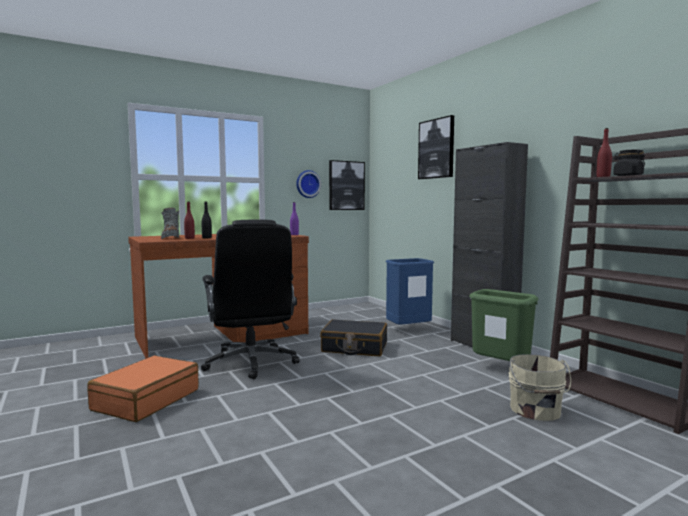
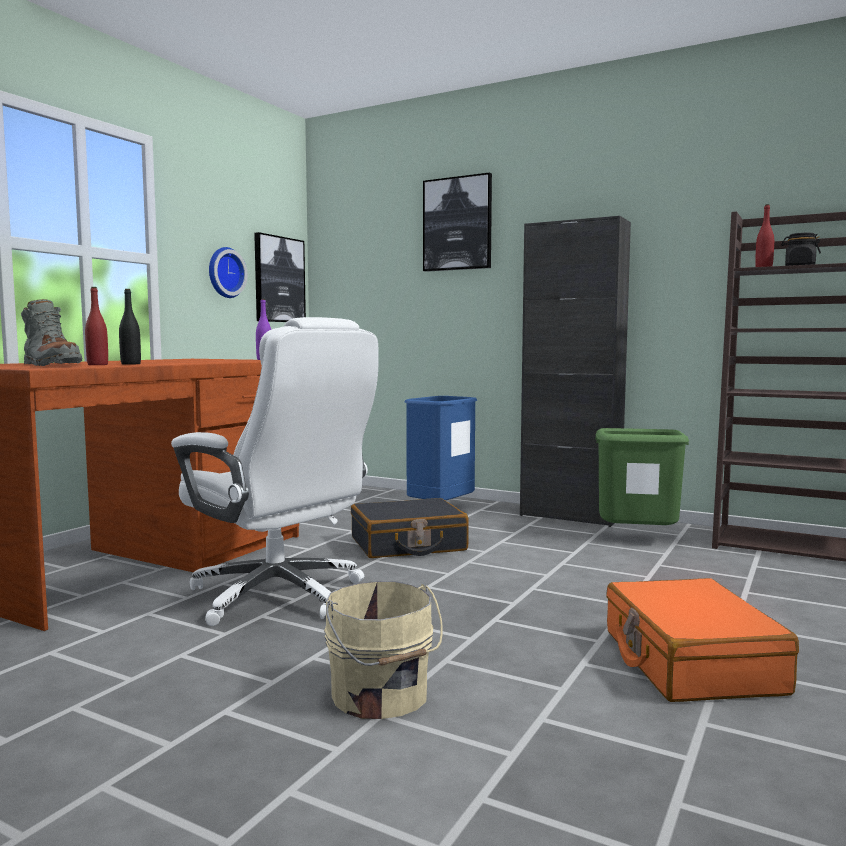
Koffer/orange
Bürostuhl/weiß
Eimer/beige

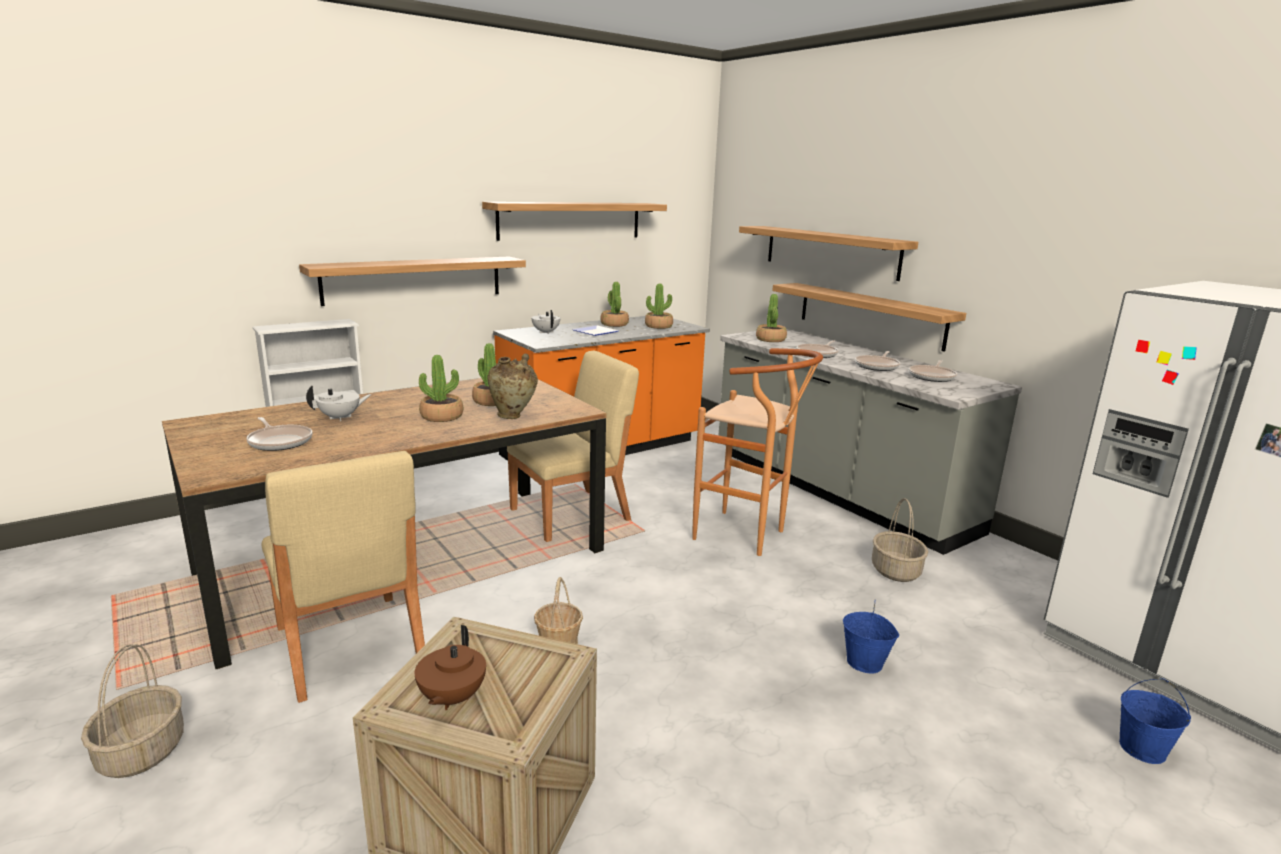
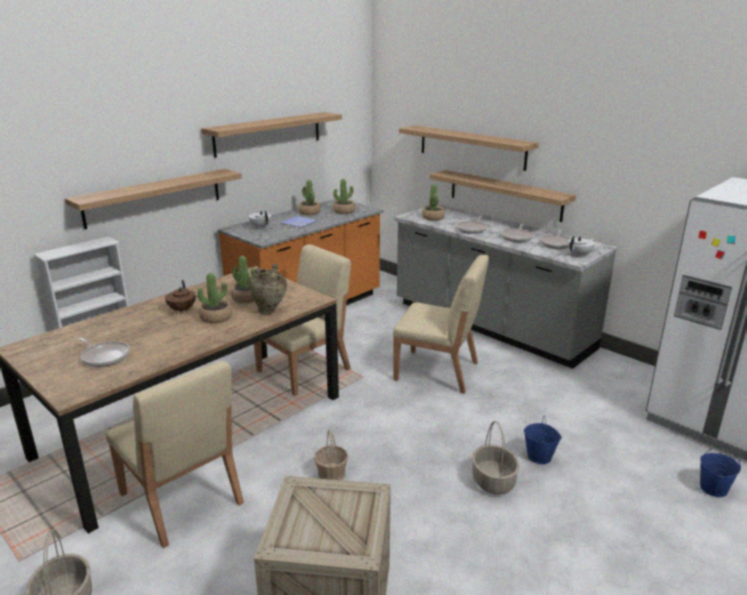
Teekanne/weiß (no. 2 from left)
Teekanne/braun
Stuhl/beige (no. 3 from left)
Korb (no. 3 from left)

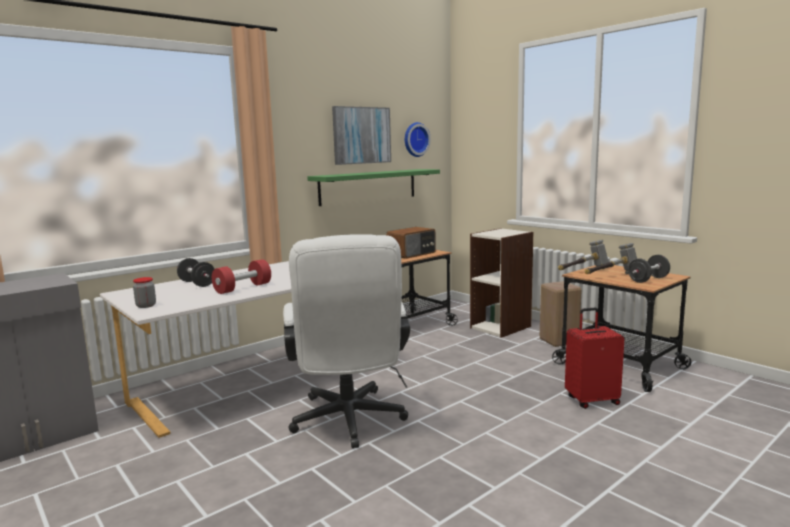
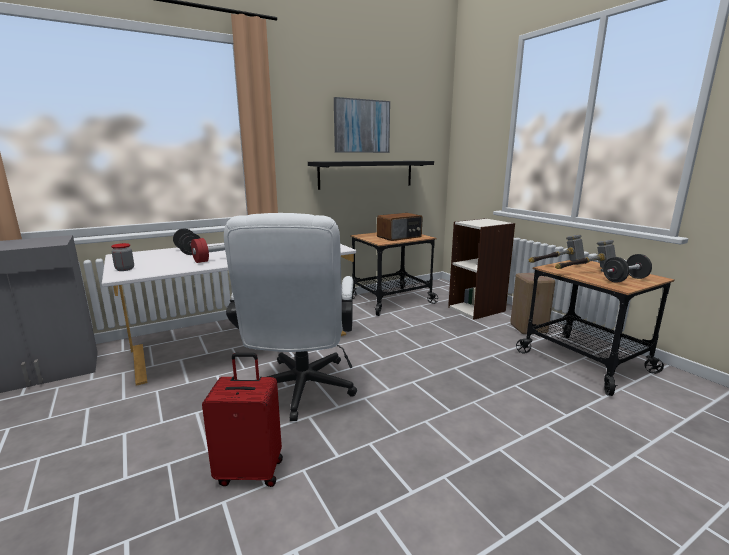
Wandregal/schwarz
Wanduhr
Koffer/rot

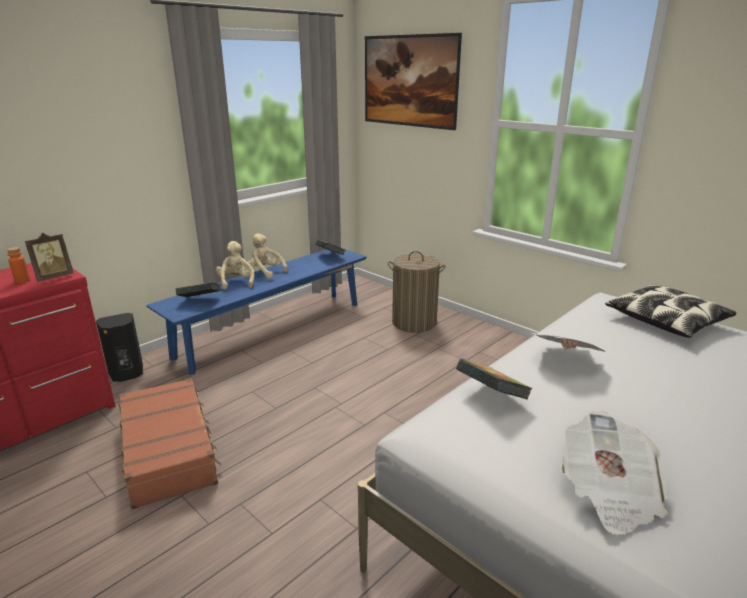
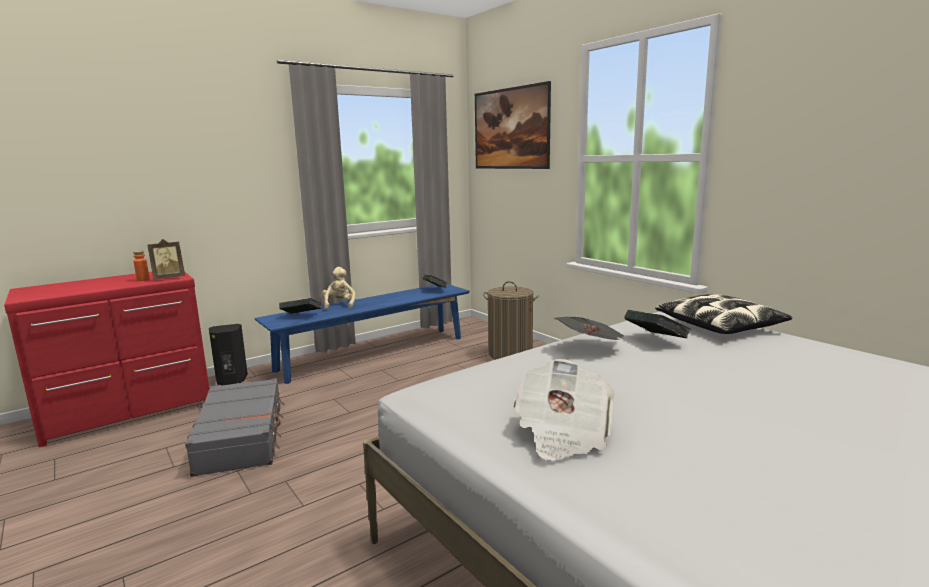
Koffer/grau
Plüschtier/beige (no. 2 from left in the first image)
Buch (no. 3 from left)

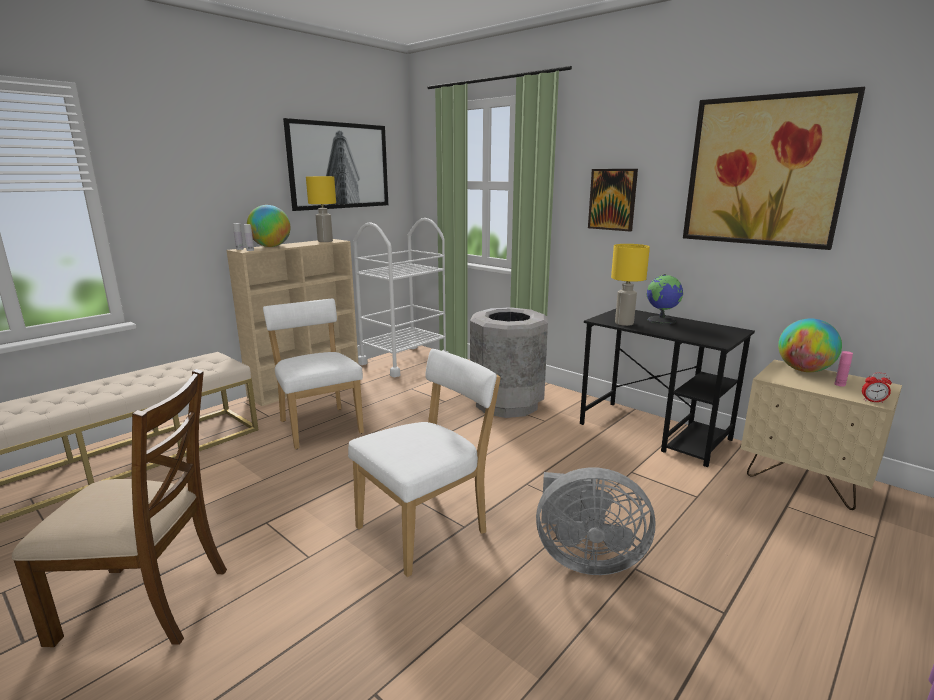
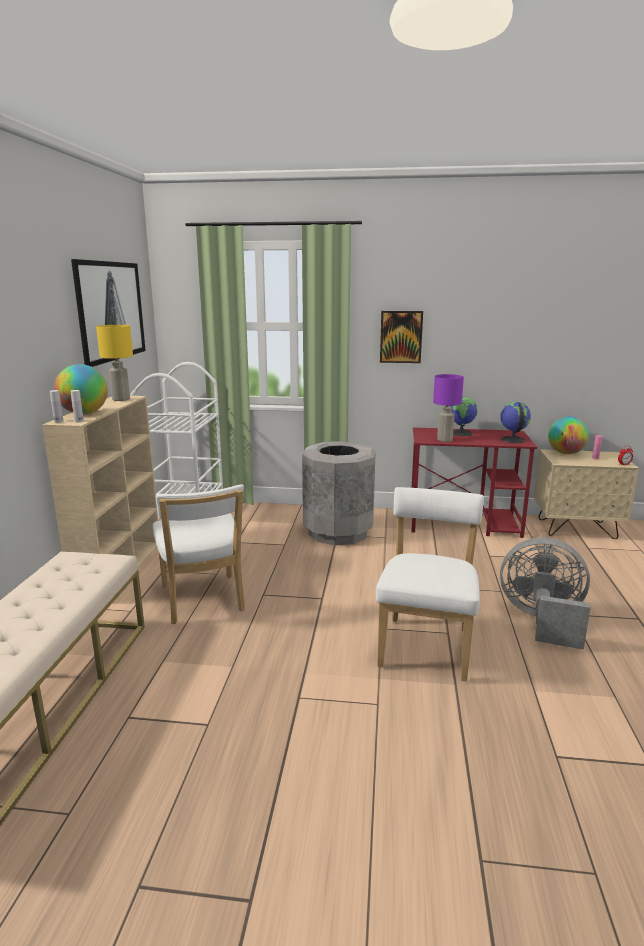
Stuhl/braun
Stuhl/weiß (no. 1 from left)
Ventilator/grau
Schreibtisch/rot
Tischlampe/lila
Bild (no. 3 from left in the first image)
Globus (no. 3 from left)

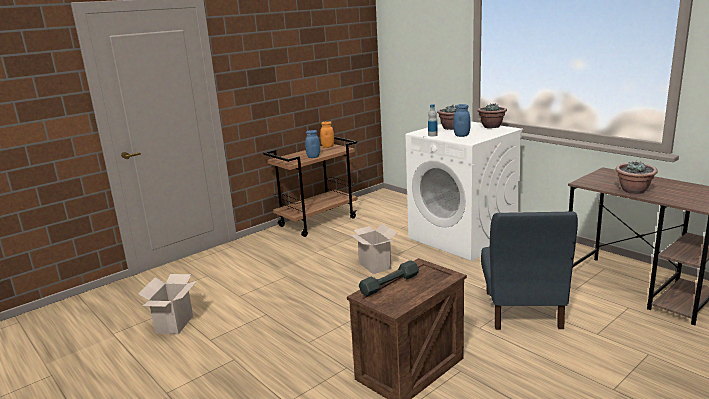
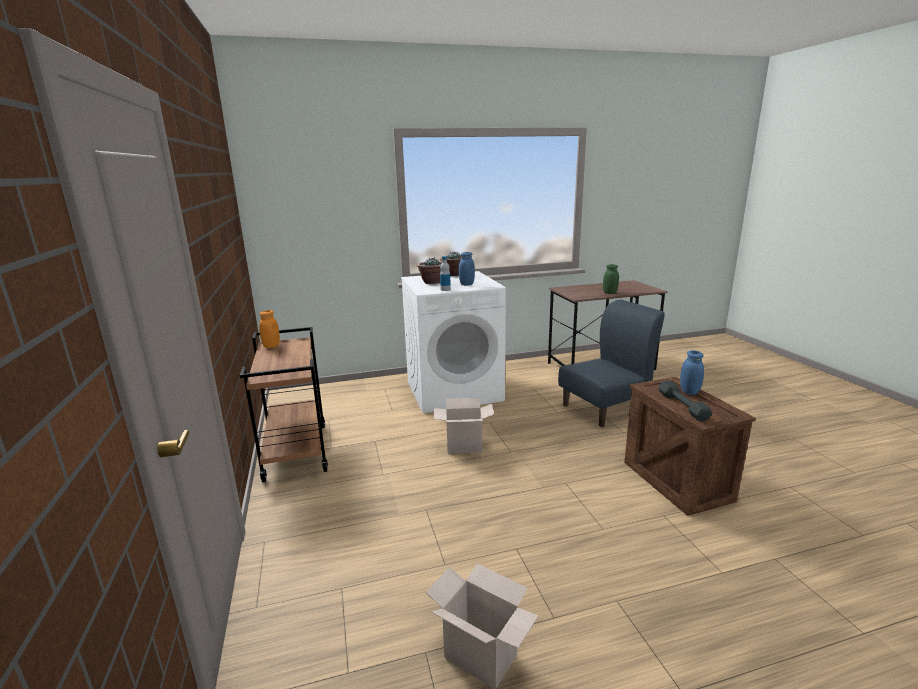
Vorratsglas/blau (no. 2 from left)
Stuhl/blau
Vorratsglas/grün

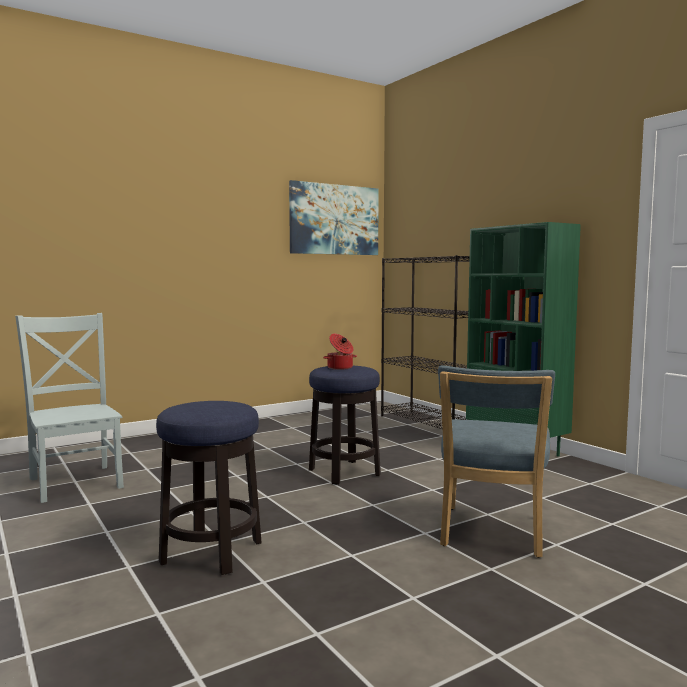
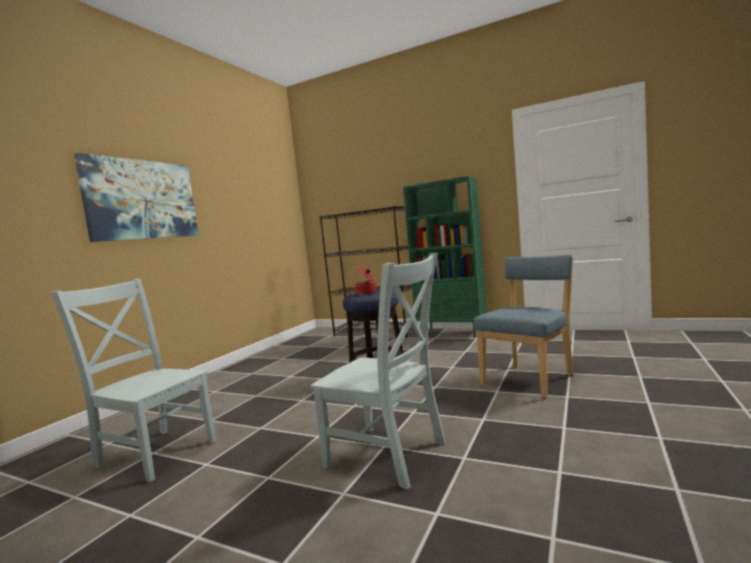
Stuhl/grau (no. 2 from left)
Bild
Stuhl/blau

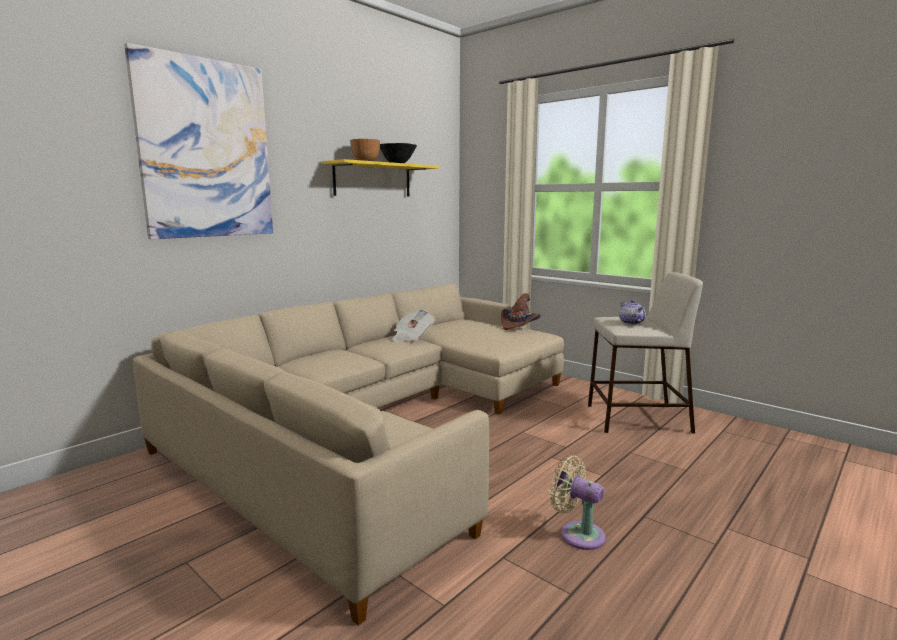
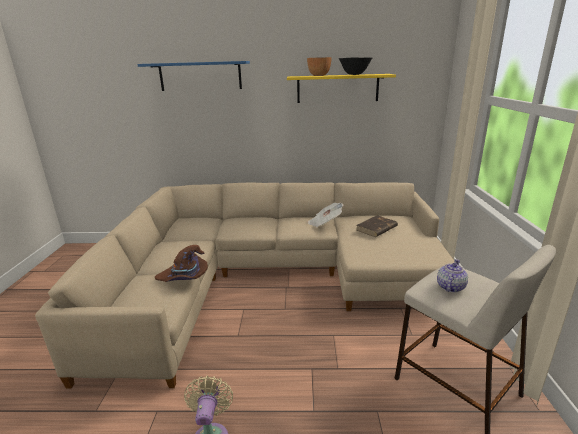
Wandregal/blau
Hut/braun
Buch/braun

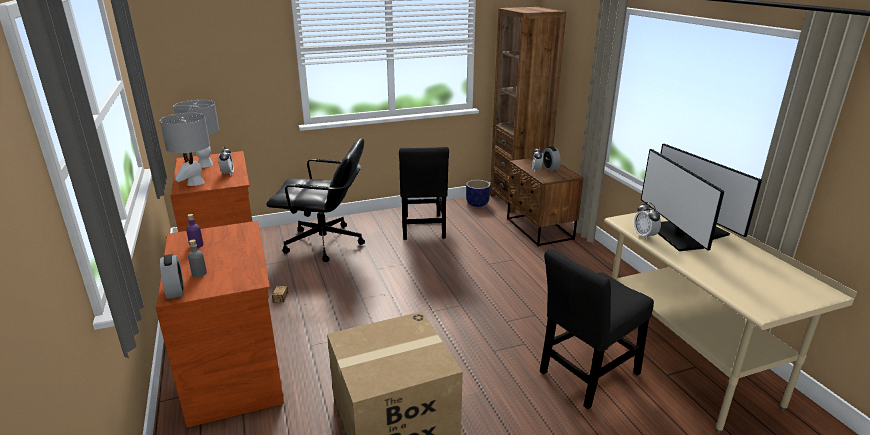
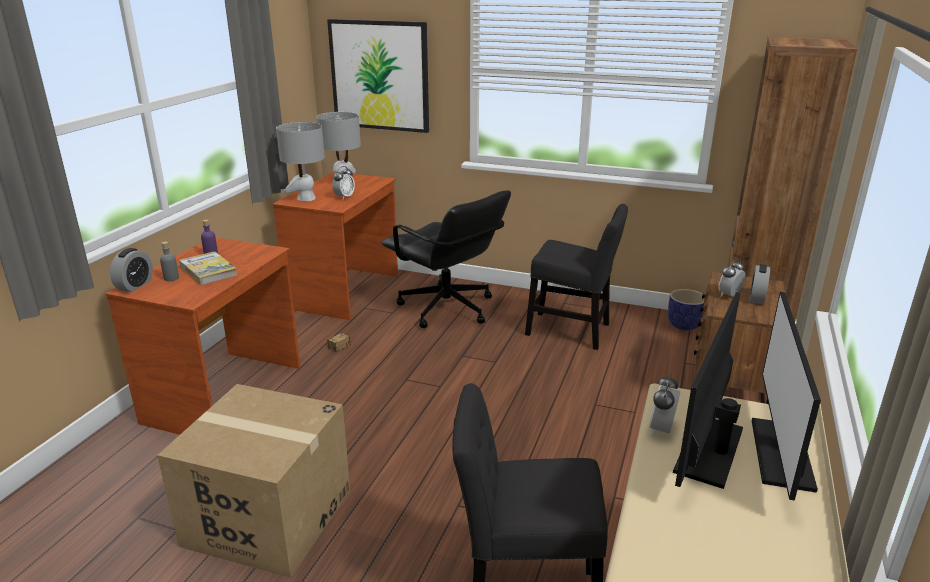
Stuhl/schwarz (no. 2 from left)
Buch
Bild

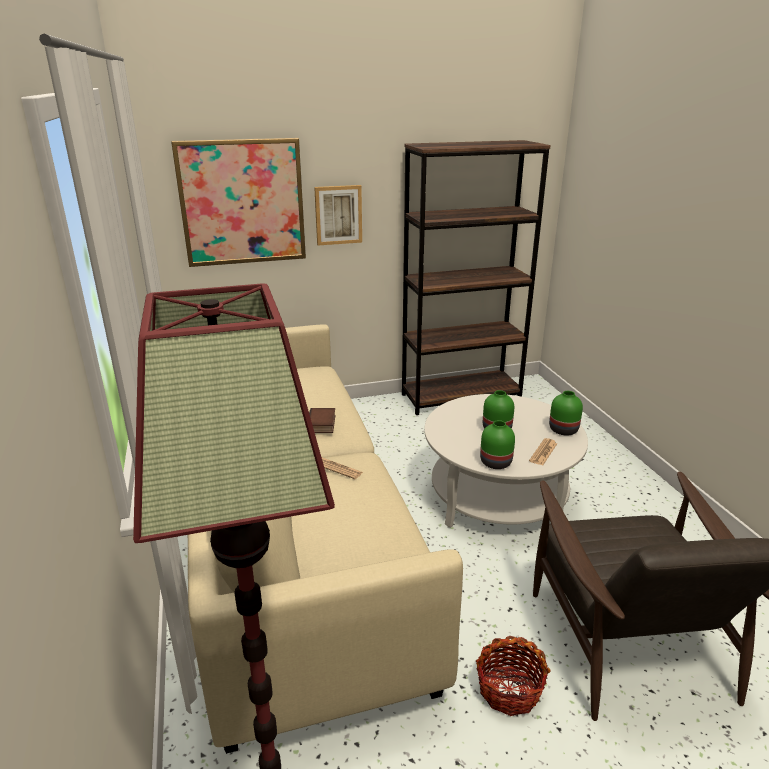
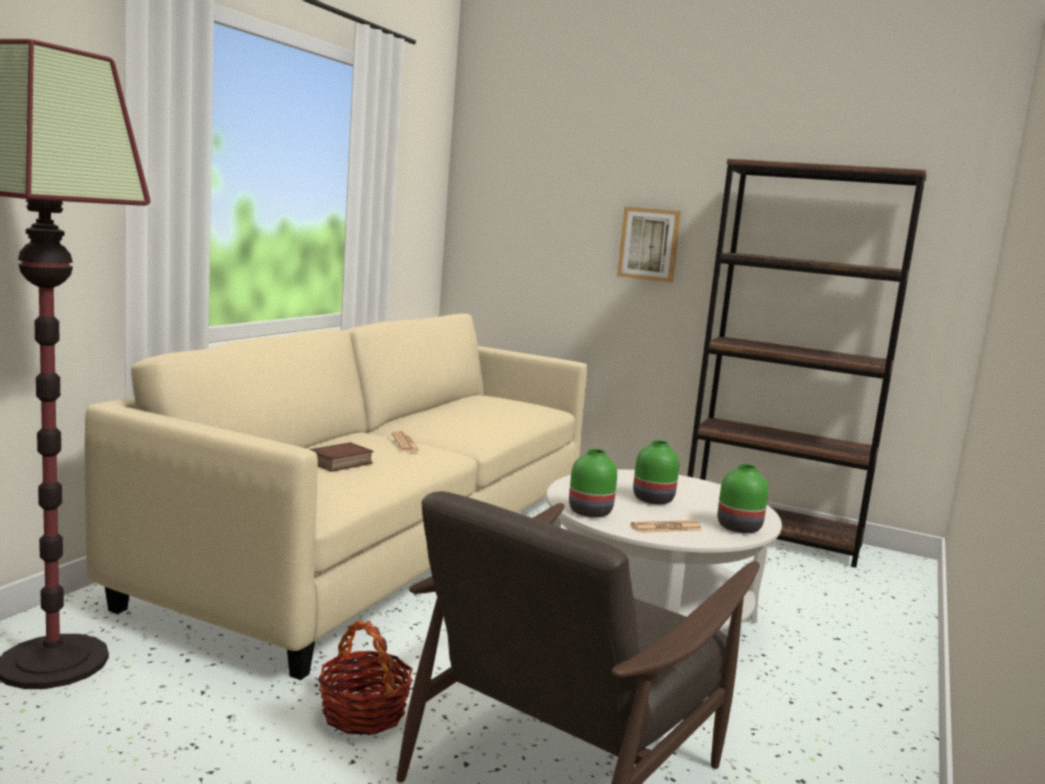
Bild (no. 1 from left in the first image)
Buch

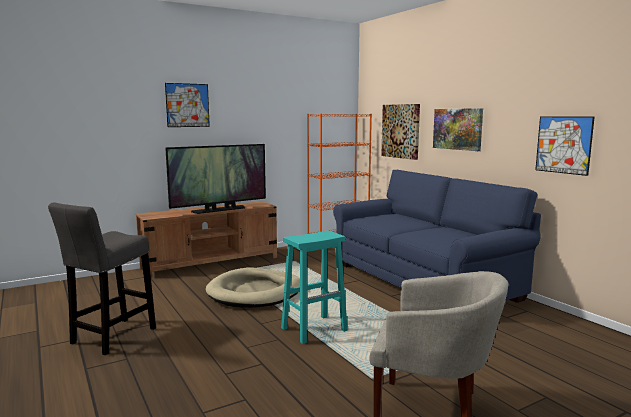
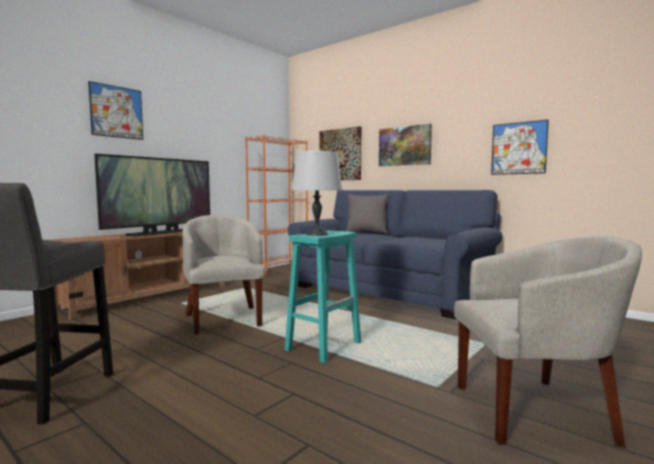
Sessel/beige (no. 1 from left)
Tischlampe/grau
Kissen/grau

